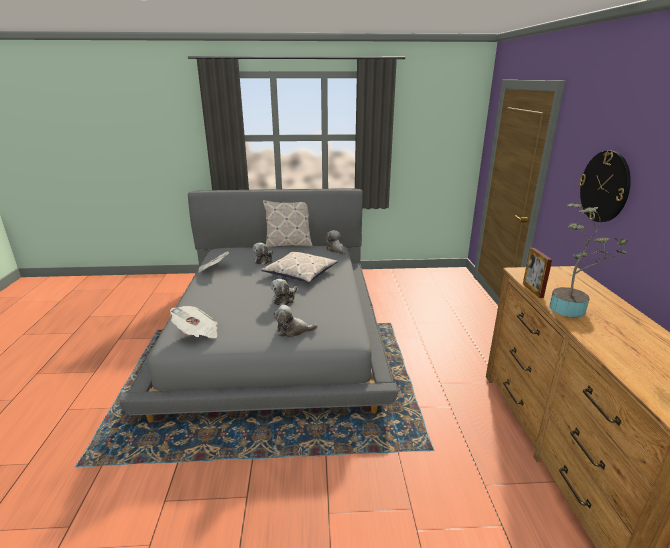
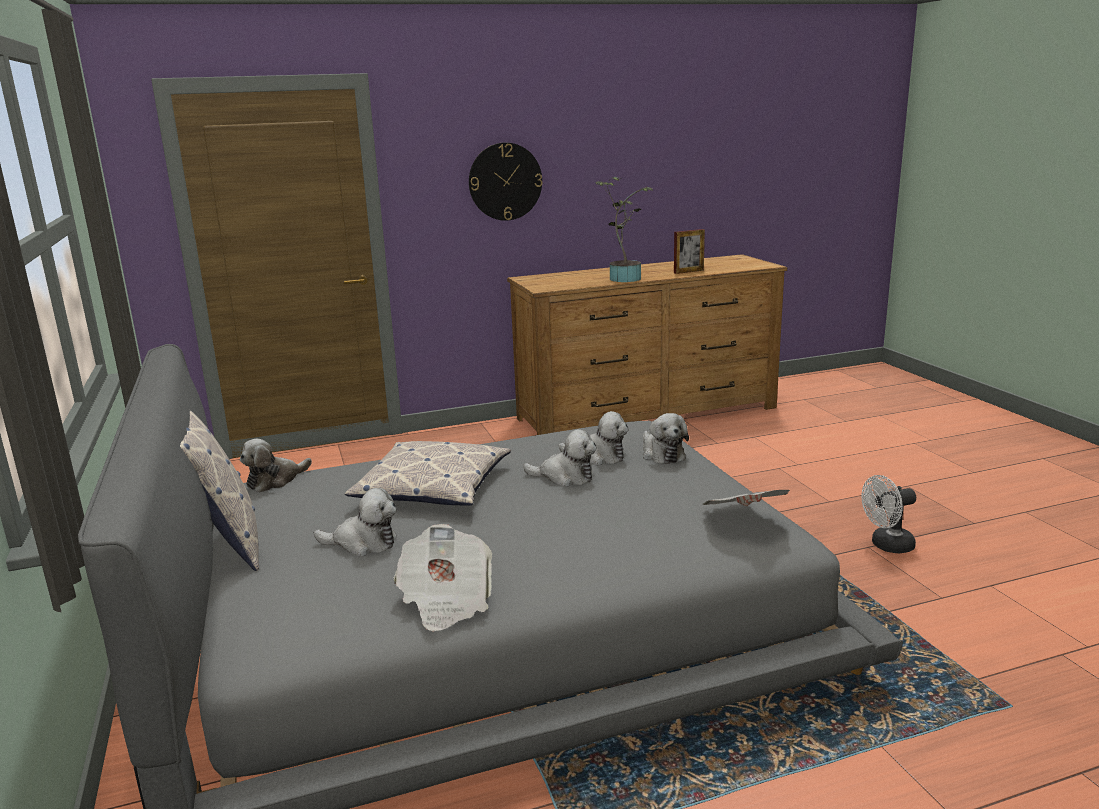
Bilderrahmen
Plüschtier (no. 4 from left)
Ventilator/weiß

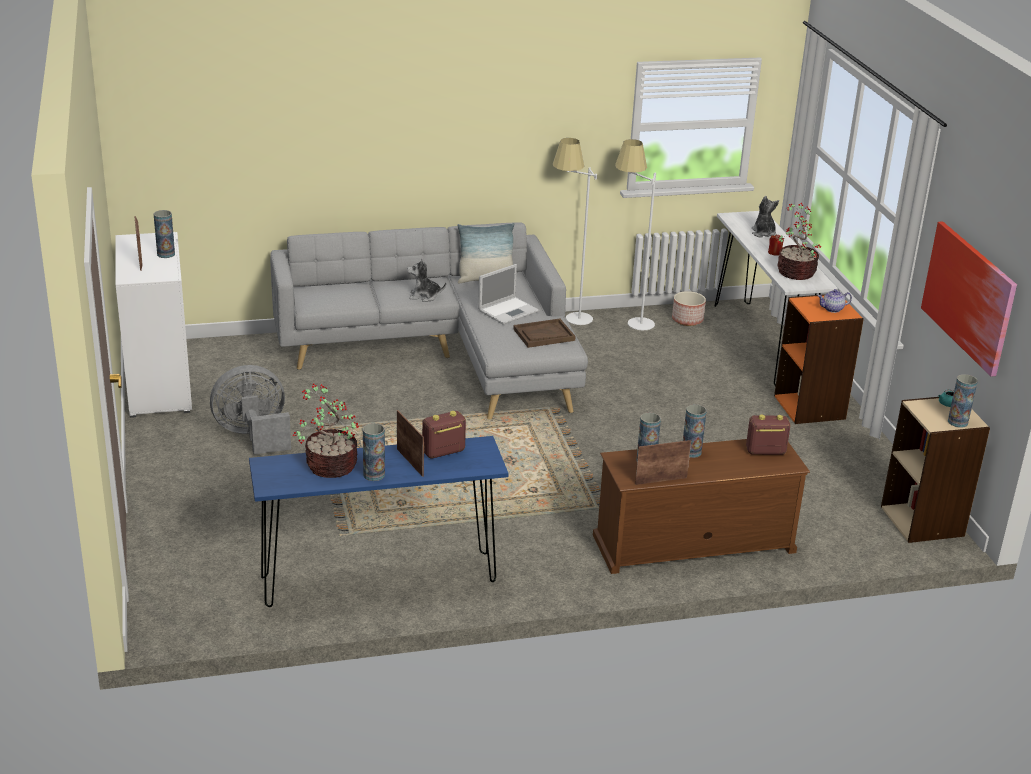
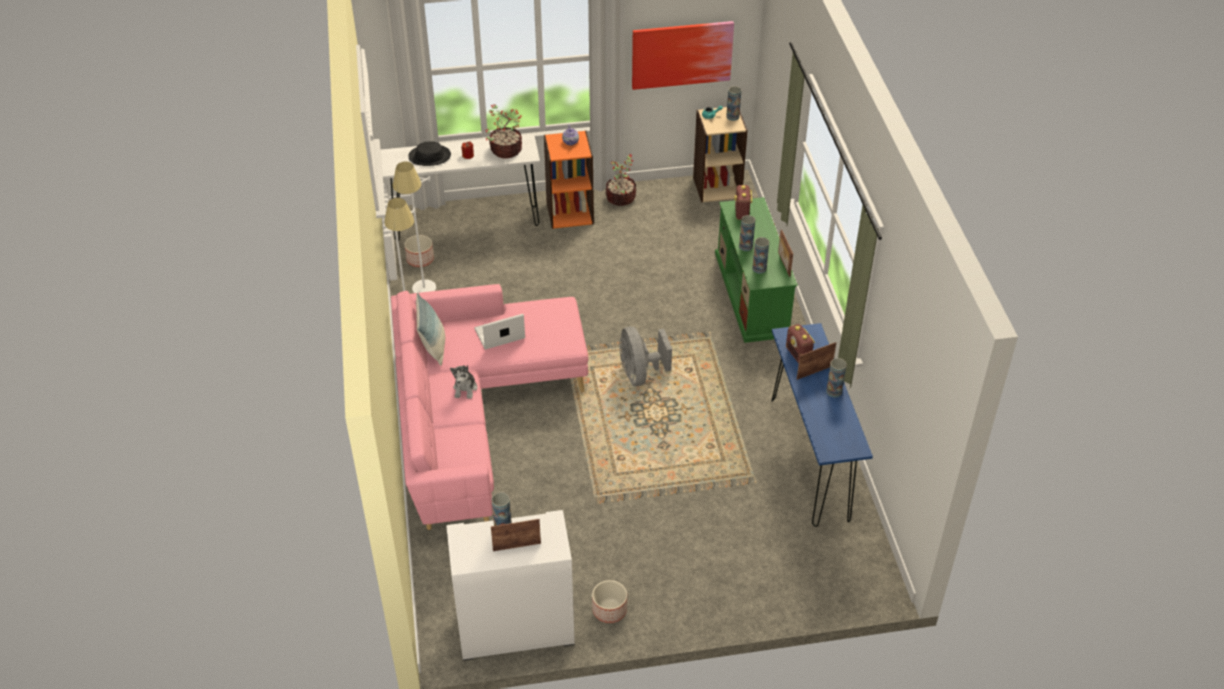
Ventilator/grau
Sofa/rosa
Topfpflanze (no. 2 from left)
Laptop
Tablett/braun
Fernsehschrank/grün
Hut/schwarz
Pflanzkübel (no. 2 from left)

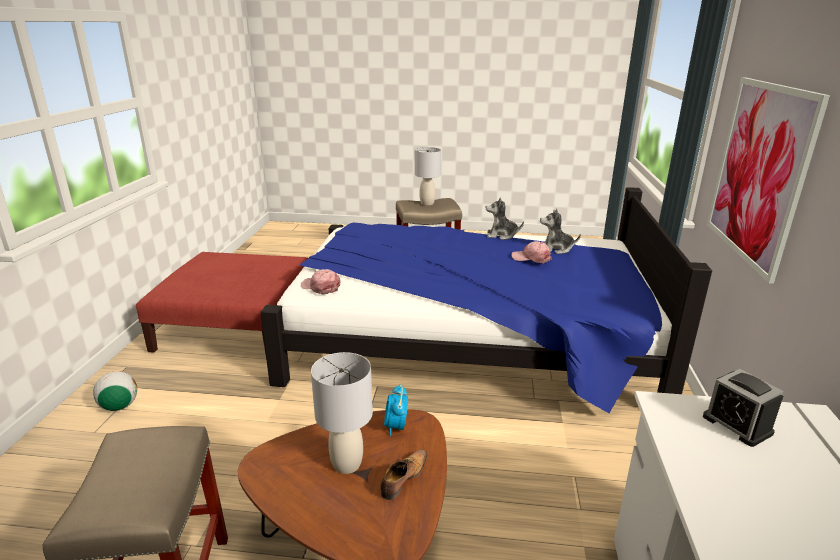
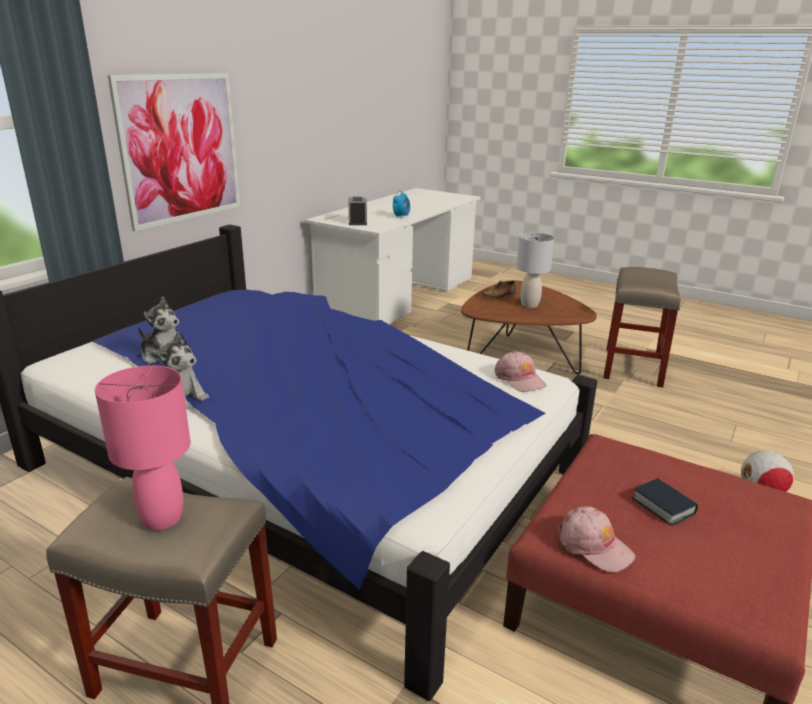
Wecker (no. 2 from left)
Tischlampe/rosa
Kappe/rosa (no. 2 from left)
Buch

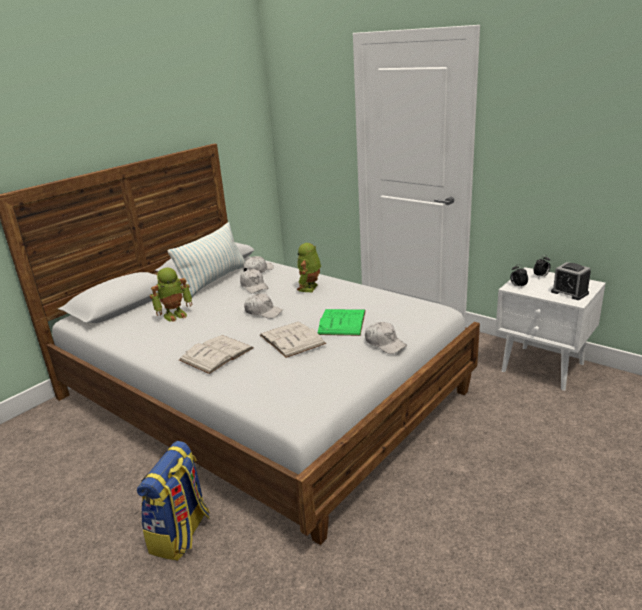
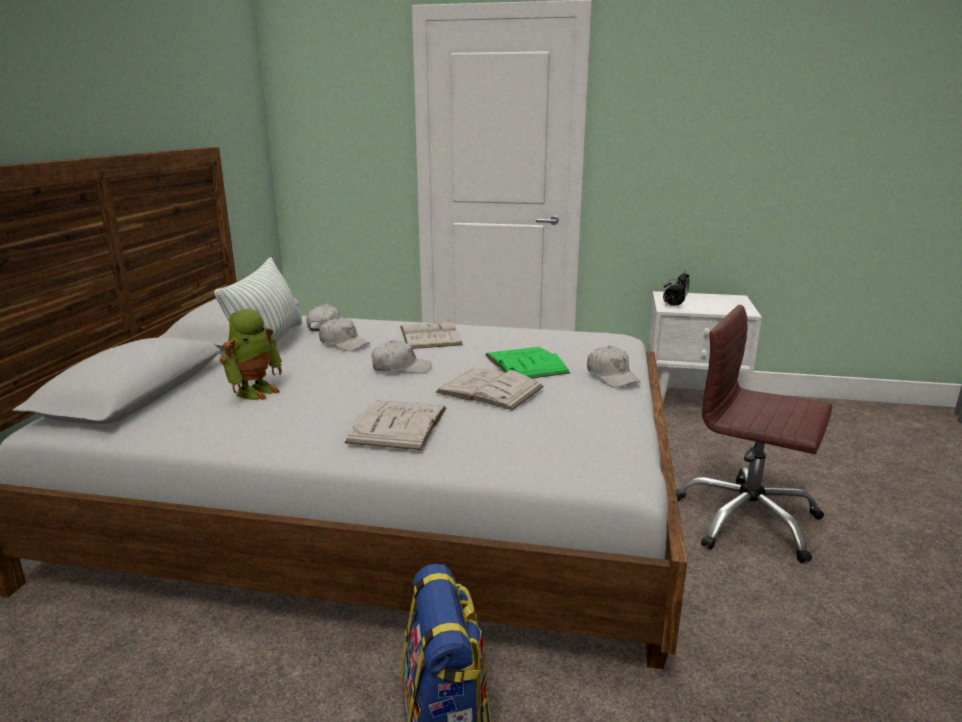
Buch/weiß (no. 2 from left)
Kappe/weiß (no. 4 from left)
Wecker (no. 3 from left in the first image)
Bürostuhl/braun

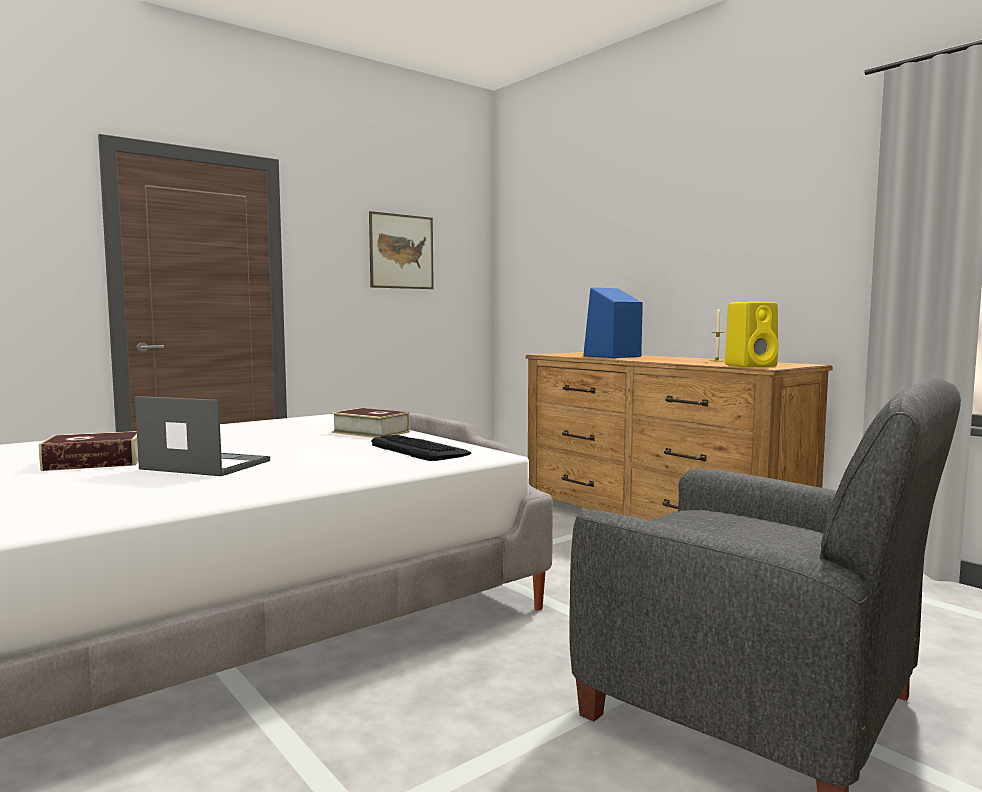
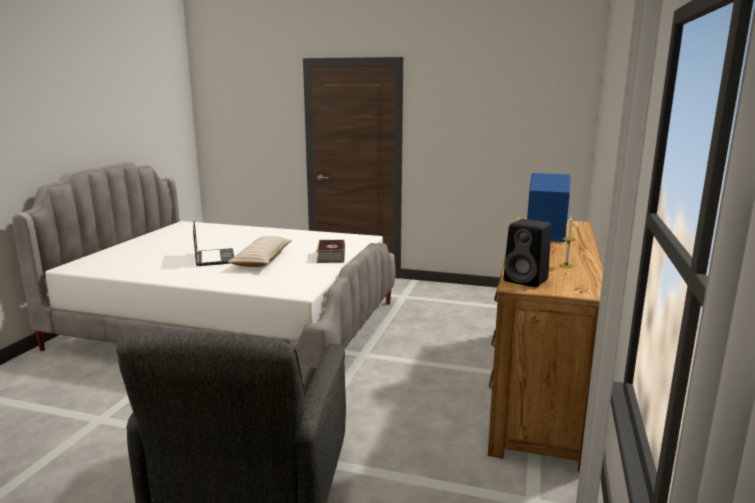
Buch (no. 1 from left in the first image)
Bild
Tastatur
Lautsprecher/schwarz
Kissen/beige

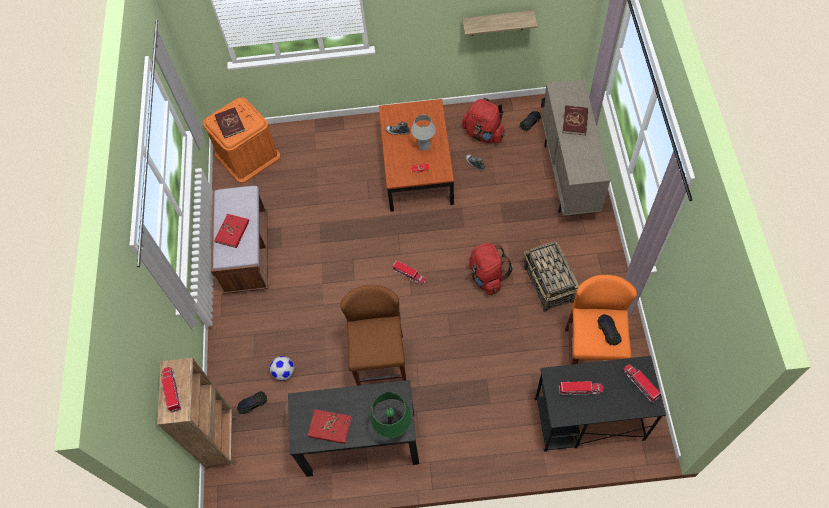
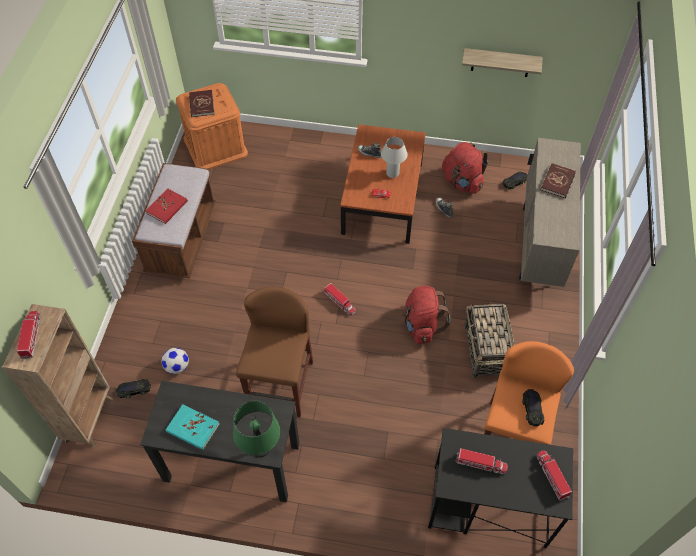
Buch/türkis

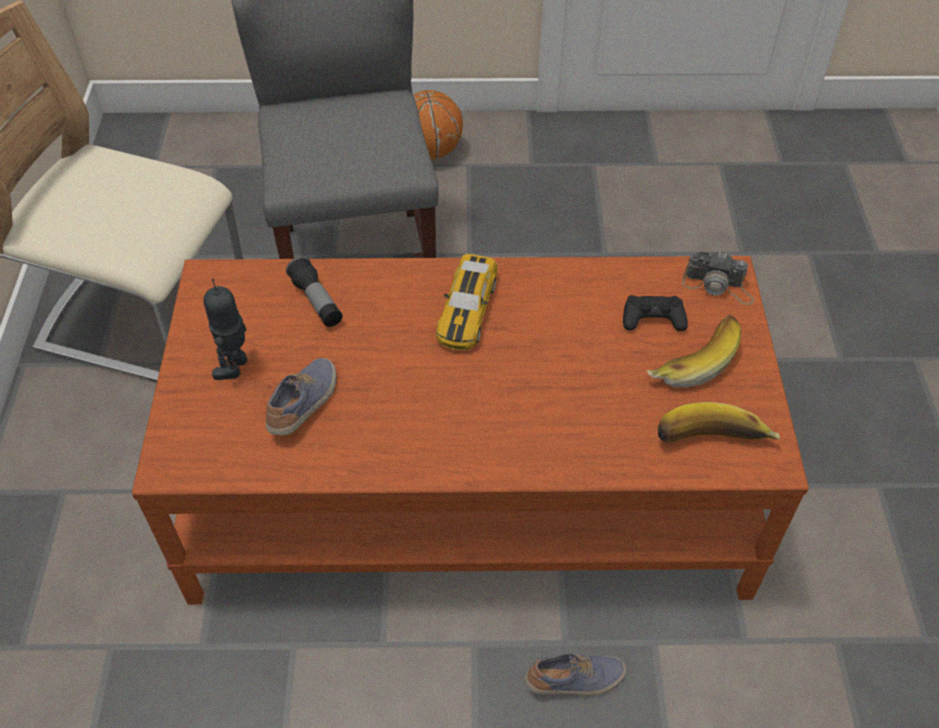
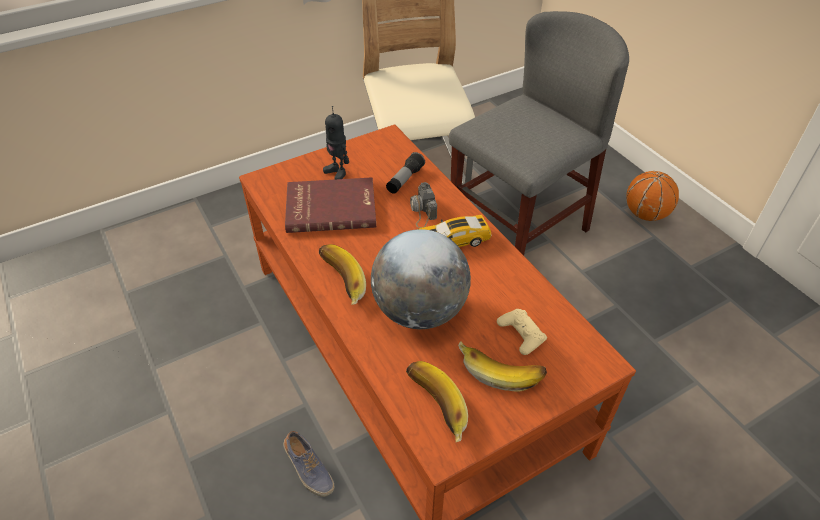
Spielzeugroboter
Buch/rot
Gamepad/beige
Kamera
Banane (no. 1 from left)
Globus

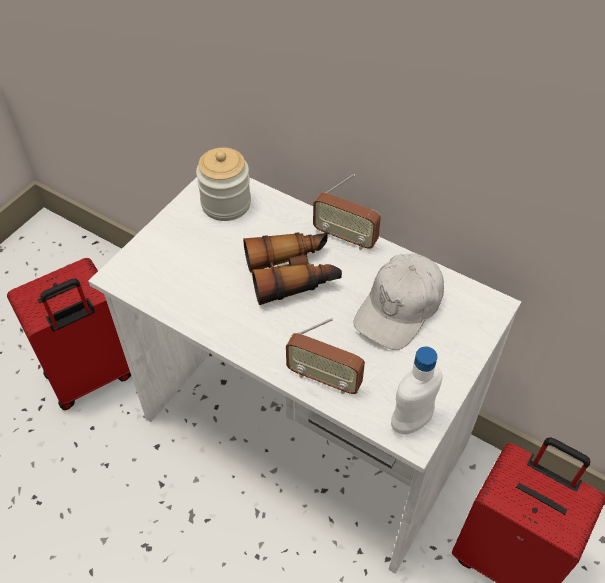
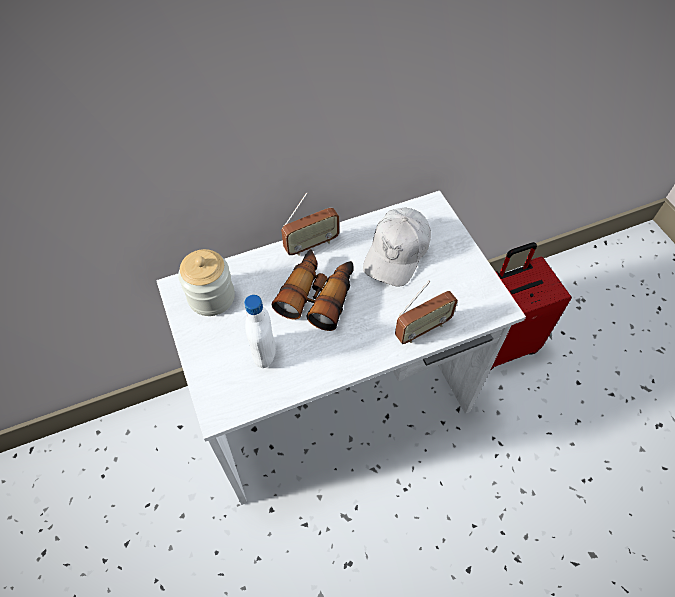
Koffer/rot (no. 1 from left in the first image)
Kappe/weiß
Flasche/weiß

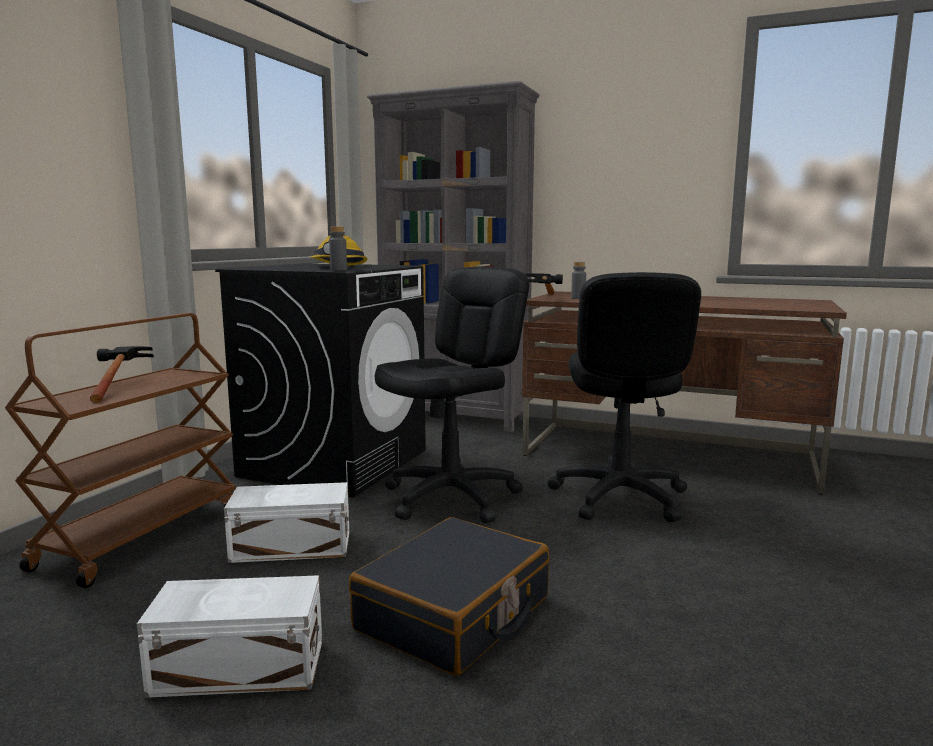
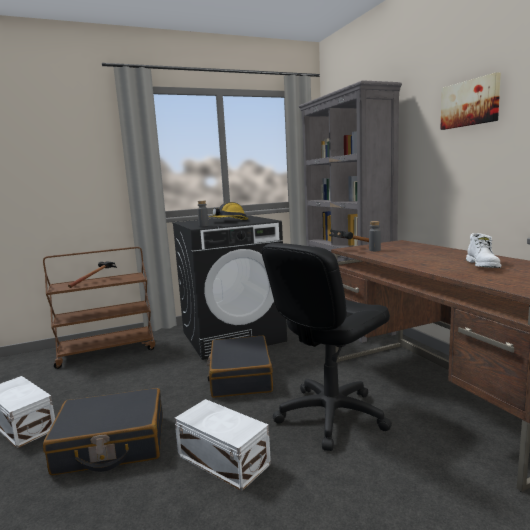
Aufbewahrungsbox/weiß (no. 2 from left)
Koffer/schwarz (no. 2 from left)
Bild
Stiefel/weiß

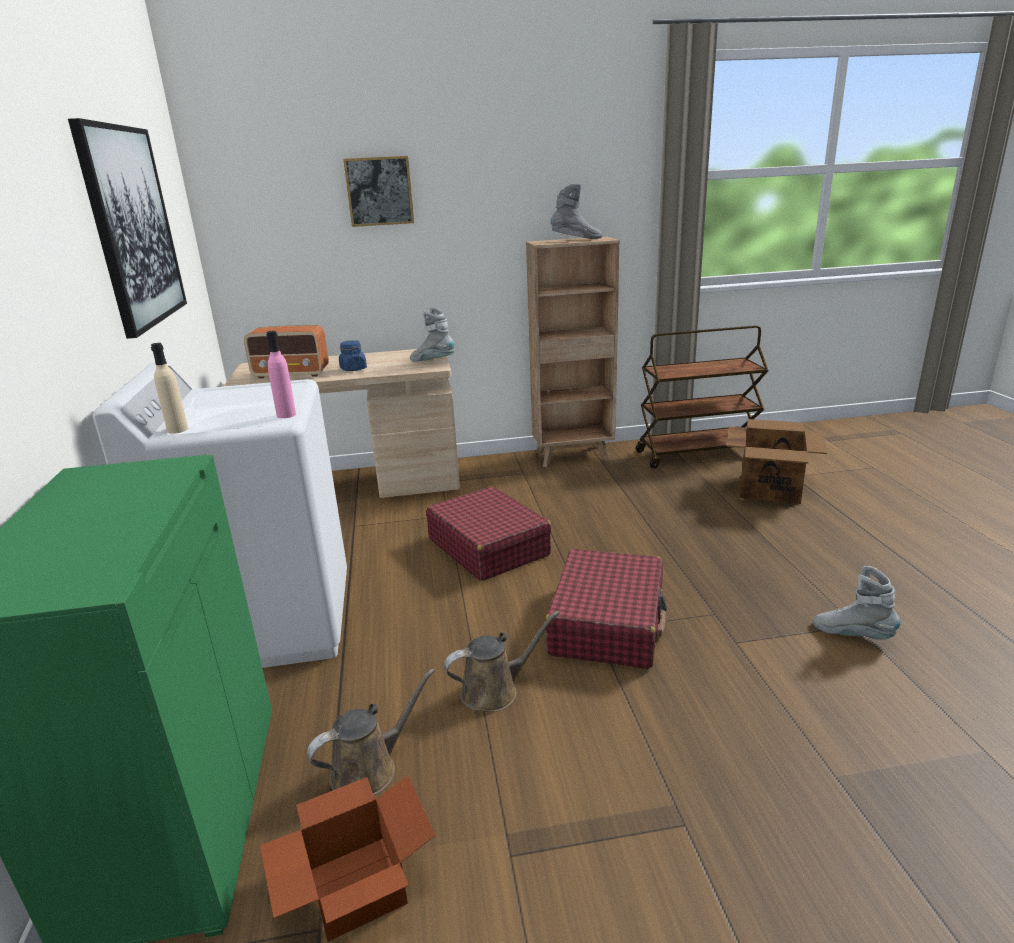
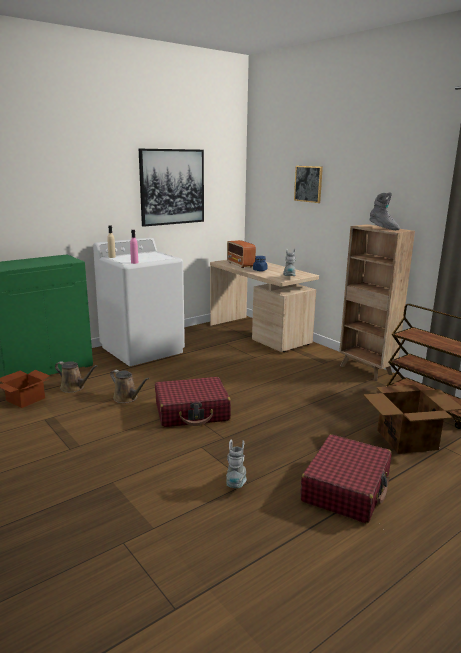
Koffer/rot (no. 2 from left)

